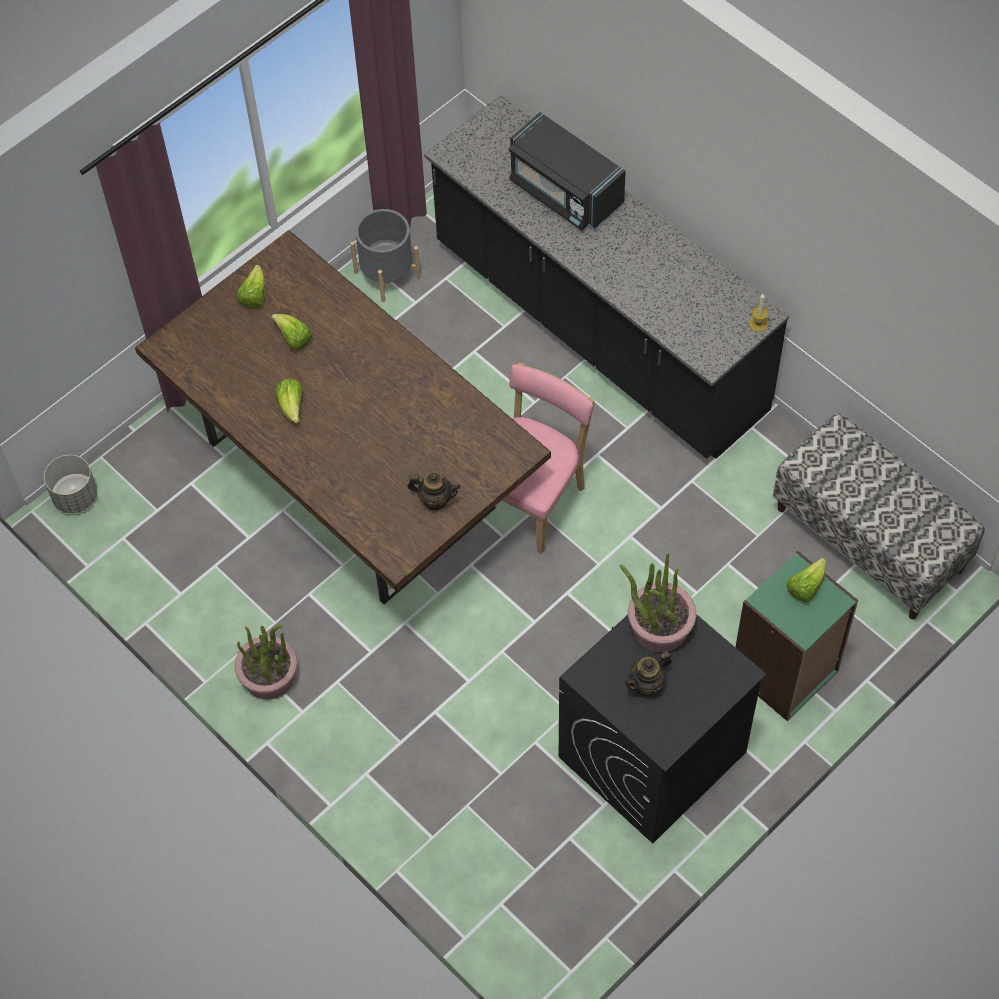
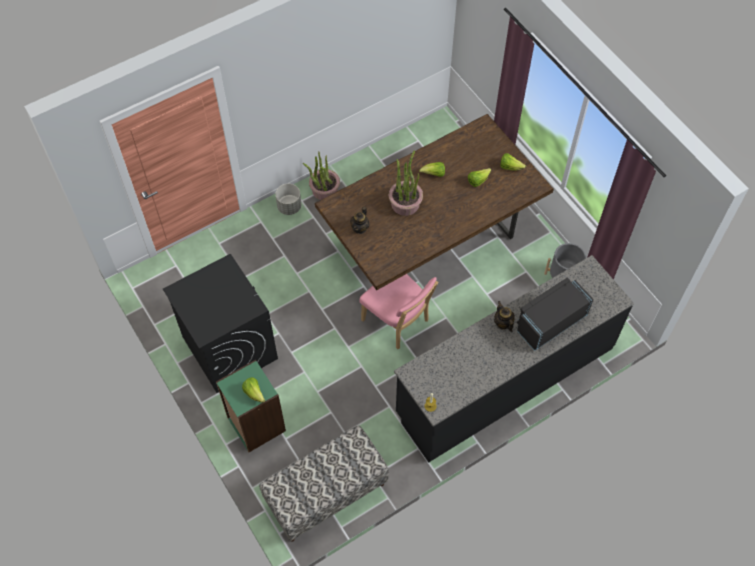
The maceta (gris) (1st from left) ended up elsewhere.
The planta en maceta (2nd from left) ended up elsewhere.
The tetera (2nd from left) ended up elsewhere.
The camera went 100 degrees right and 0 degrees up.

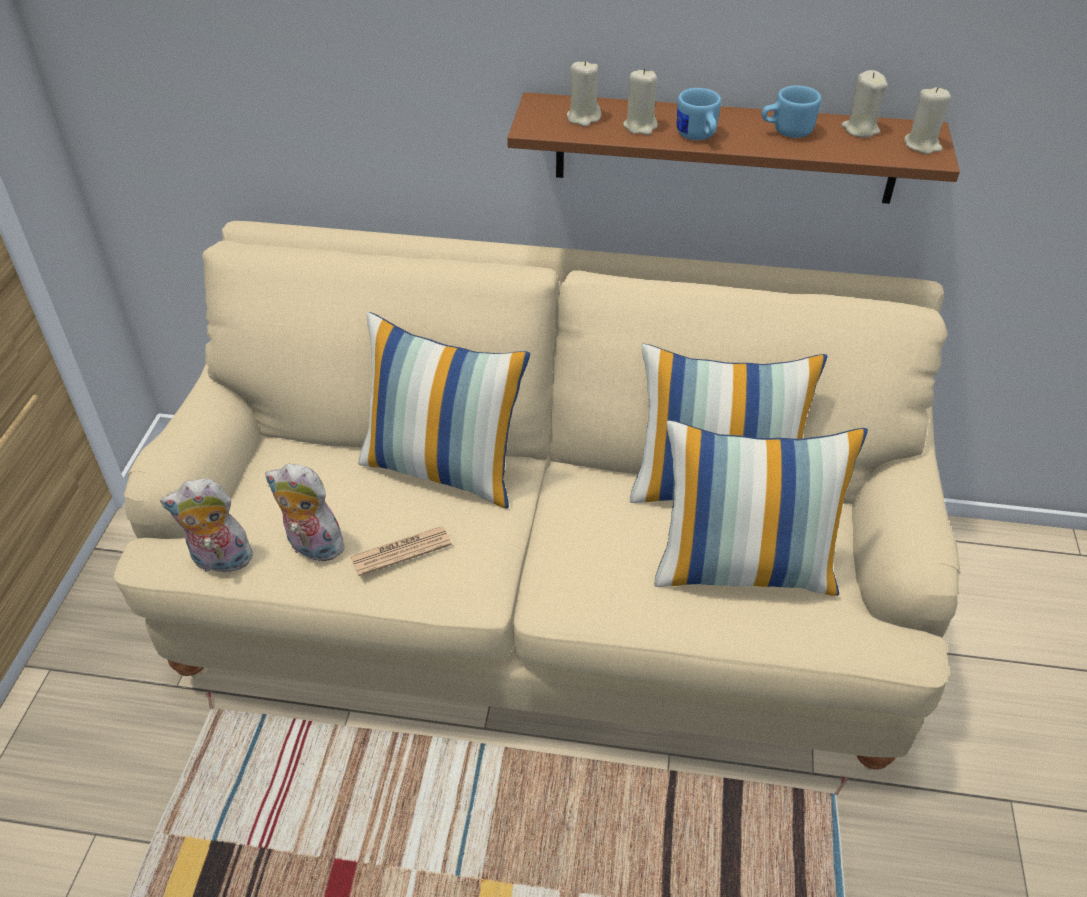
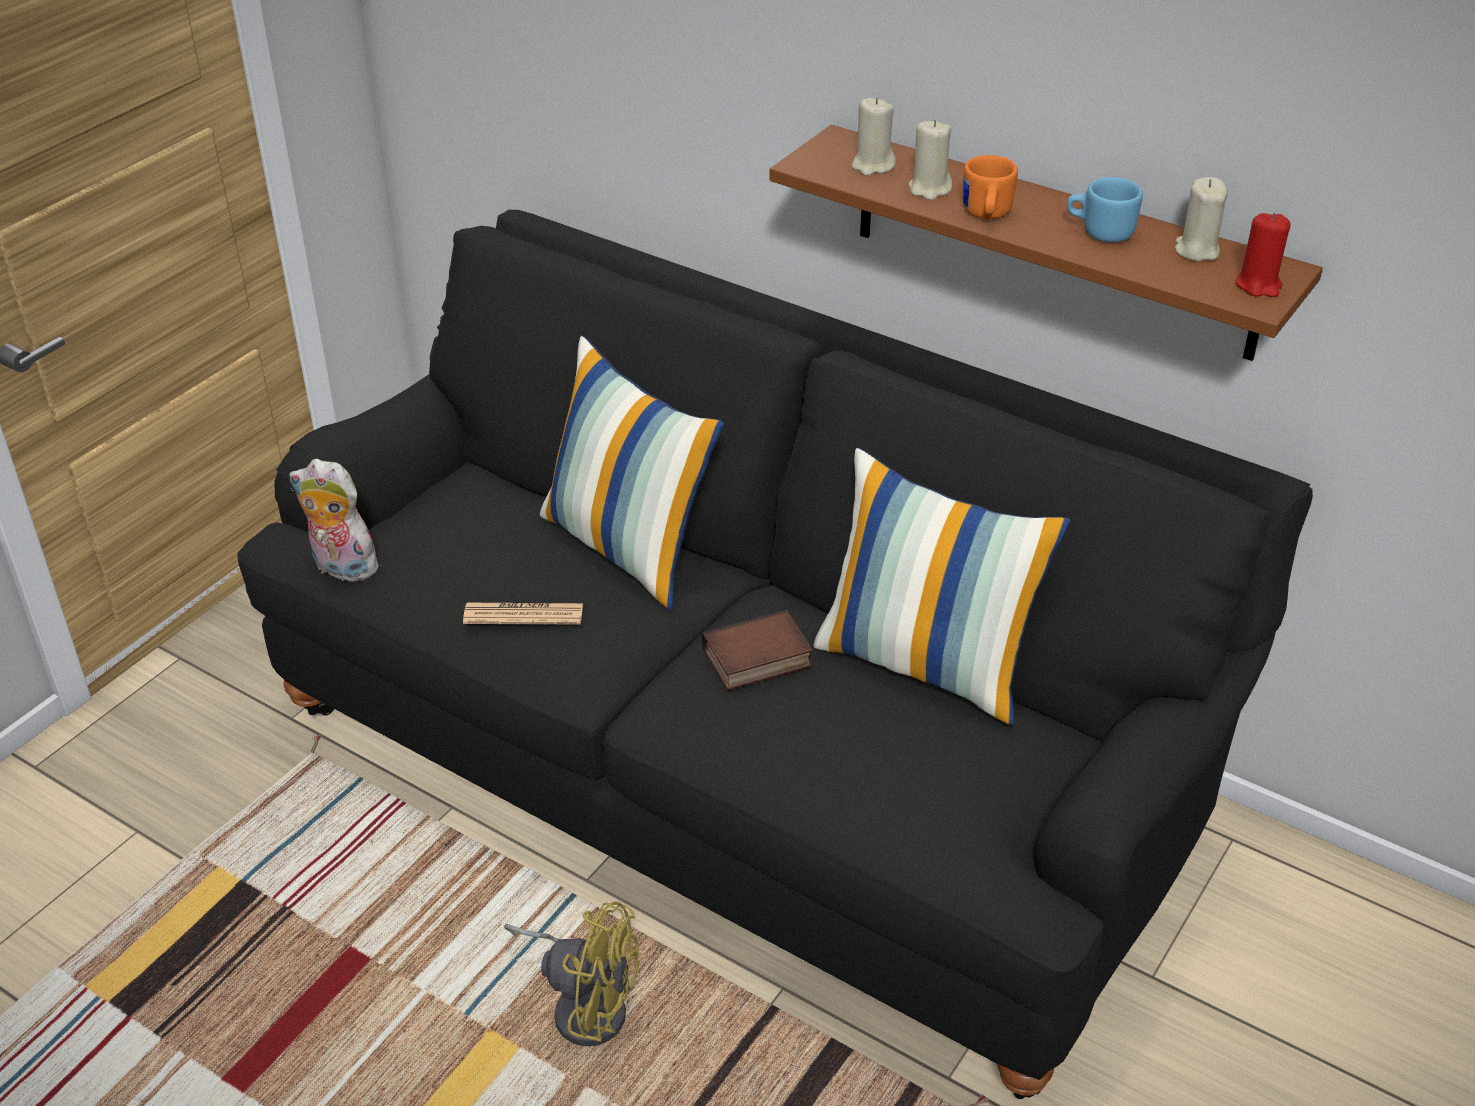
What was the vela (beis) (4th from left) turned into the vela (rojo).
What was the taza grande (azul) (1st from left) turned into the taza grande (naranja).
What was the sofá (beis) turned into the sofá (negro).
The second view lost the cojín (3rd from left).
The second view lost the peluche (2nd from left).
The second view gained the libro.
The second view gained the ventilador (amarillo).
The camera went 25 degrees right and 5 degrees down.

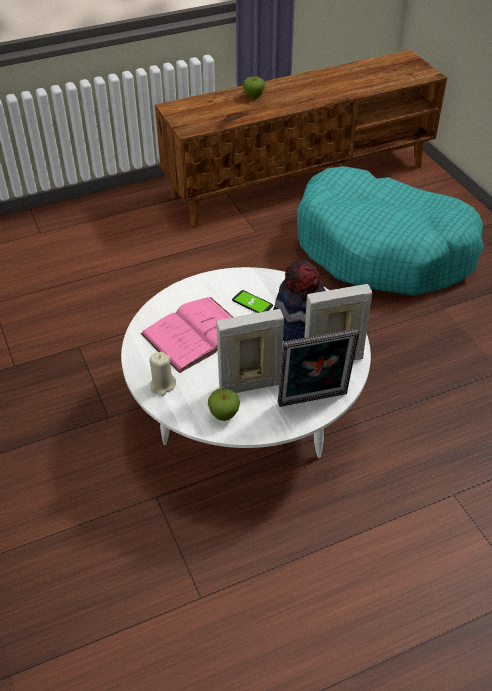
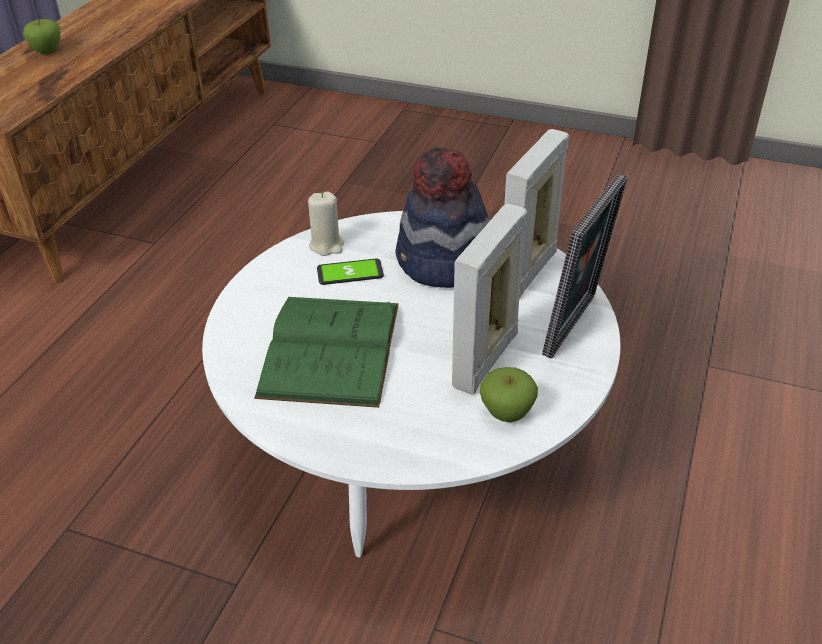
The second view lost the cama para perro (turquesa).
What was the libro (rosa) turned into the libro (verde).
The vela (beis) ended up elsewhere.
The camera went 45 degrees left and 5 degrees down.

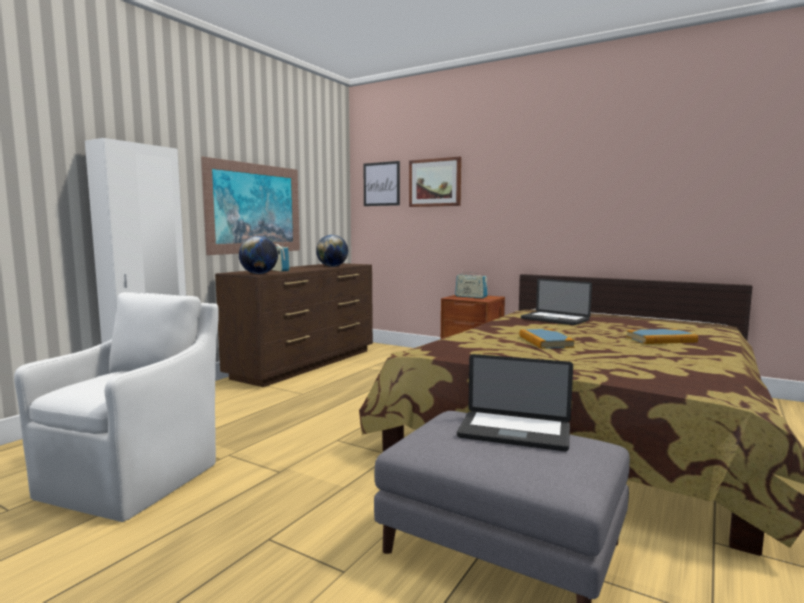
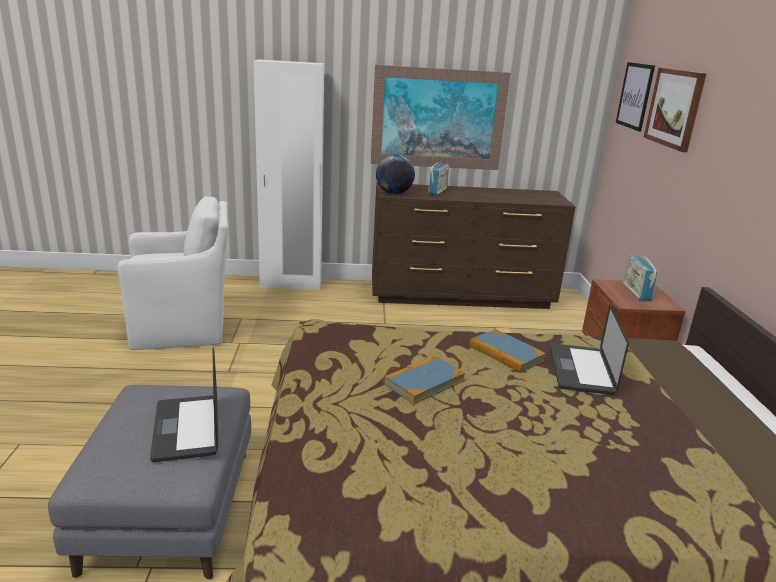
The second view lost the globo terráqueo (2nd from left).
The libro (2nd from left) ended up elsewhere.
The camera went 55 degrees right and 15 degrees up.

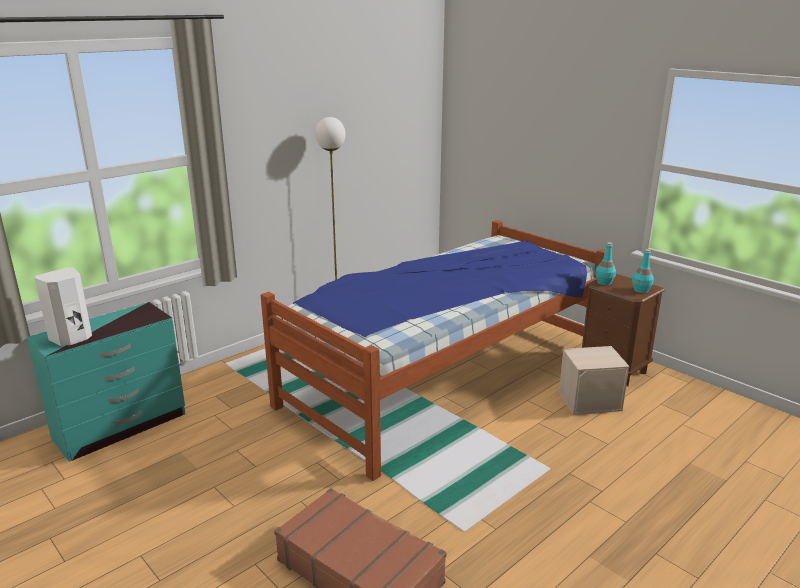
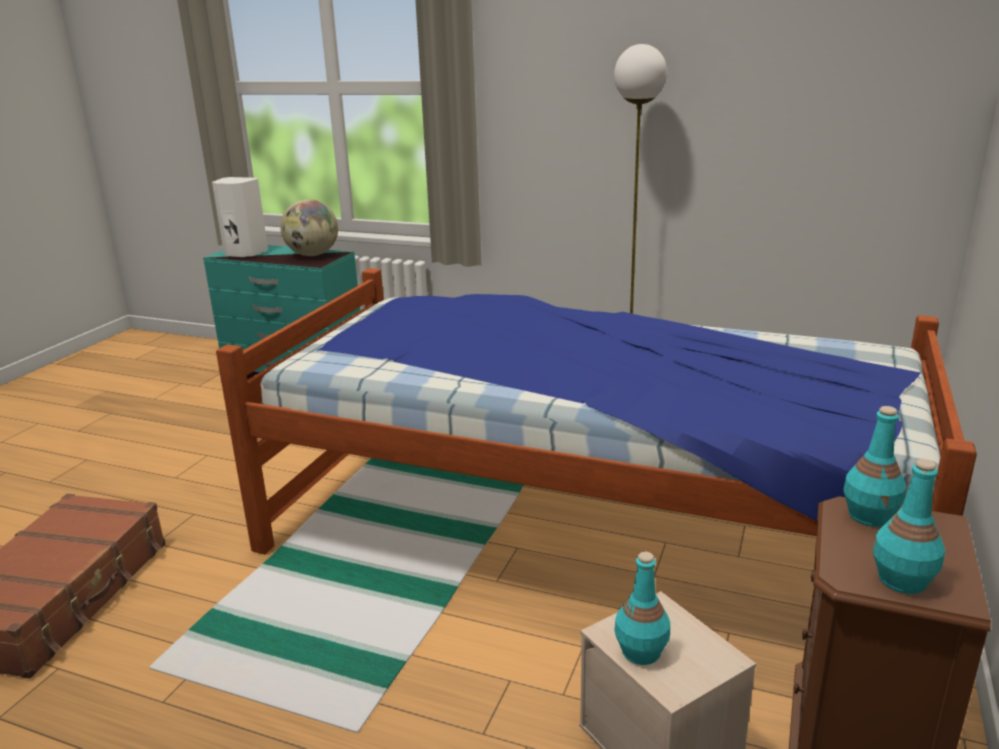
The second view gained the globo terráqueo.
The second view gained the botella (turquesa) (1st from left).
The camera went 65 degrees right and 0 degrees up.

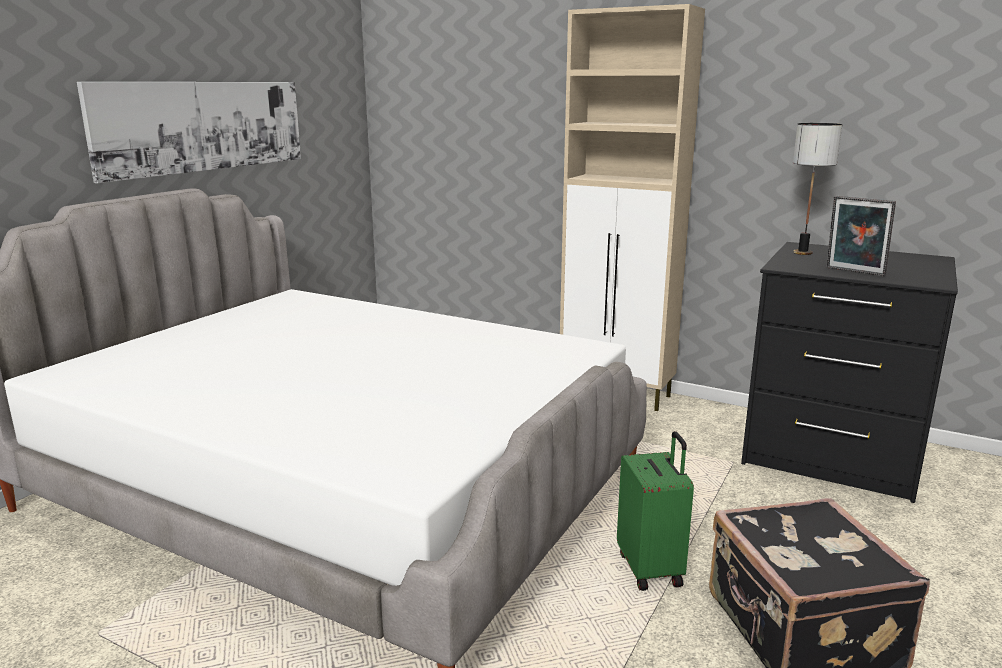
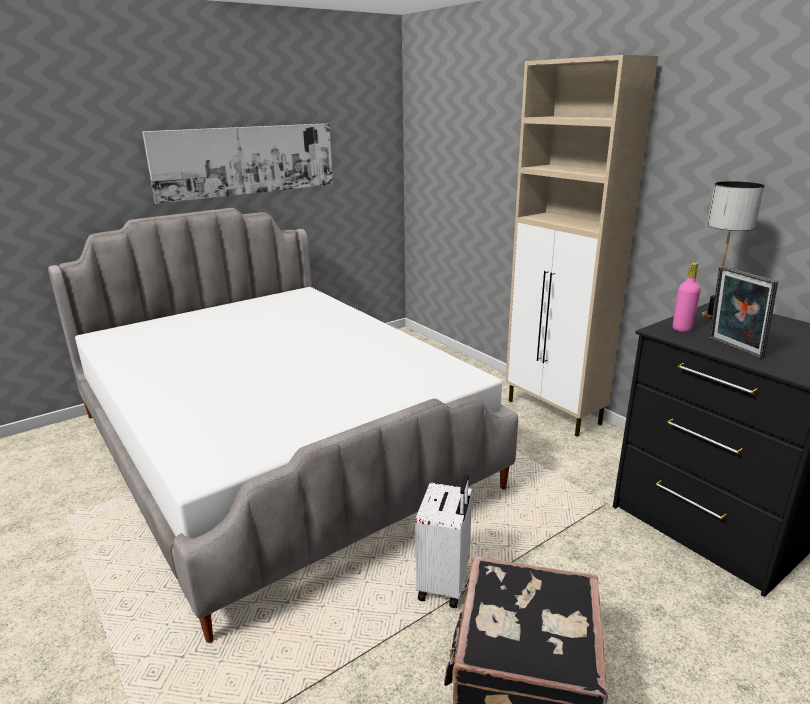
What was the maleta (verde) turned into the maleta (blanco).
The second view gained the botella (rosa).
The camera went 25 degrees right and 5 degrees up.

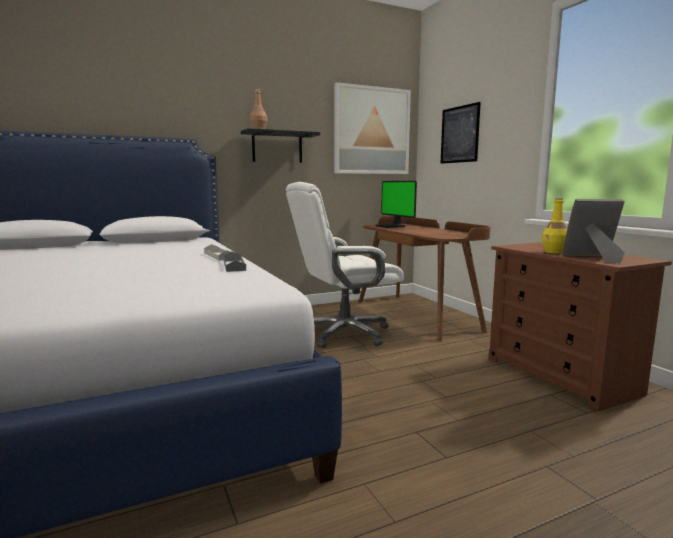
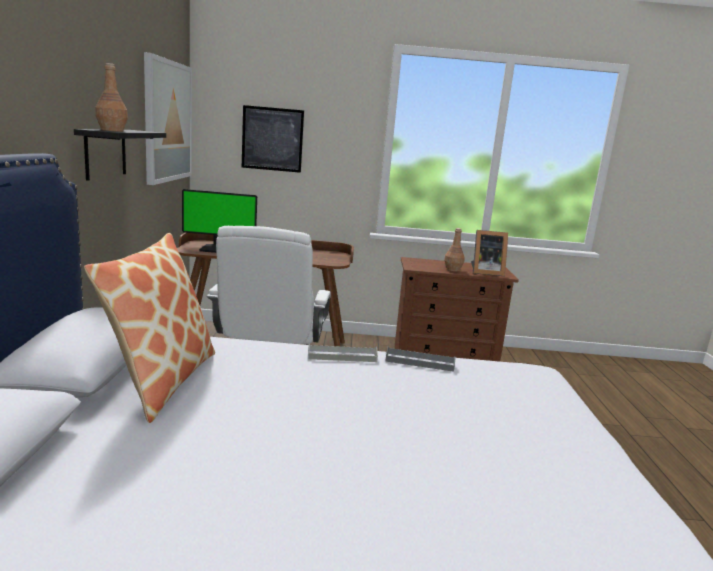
What was the botella (amarillo) turned into the botella (marrón) (2nd from left).
The portarretratos ended up facing another way, 120 degrees counterclockwise from before.
The second view gained the cojín.
The camera went 65 degrees left and 5 degrees up.

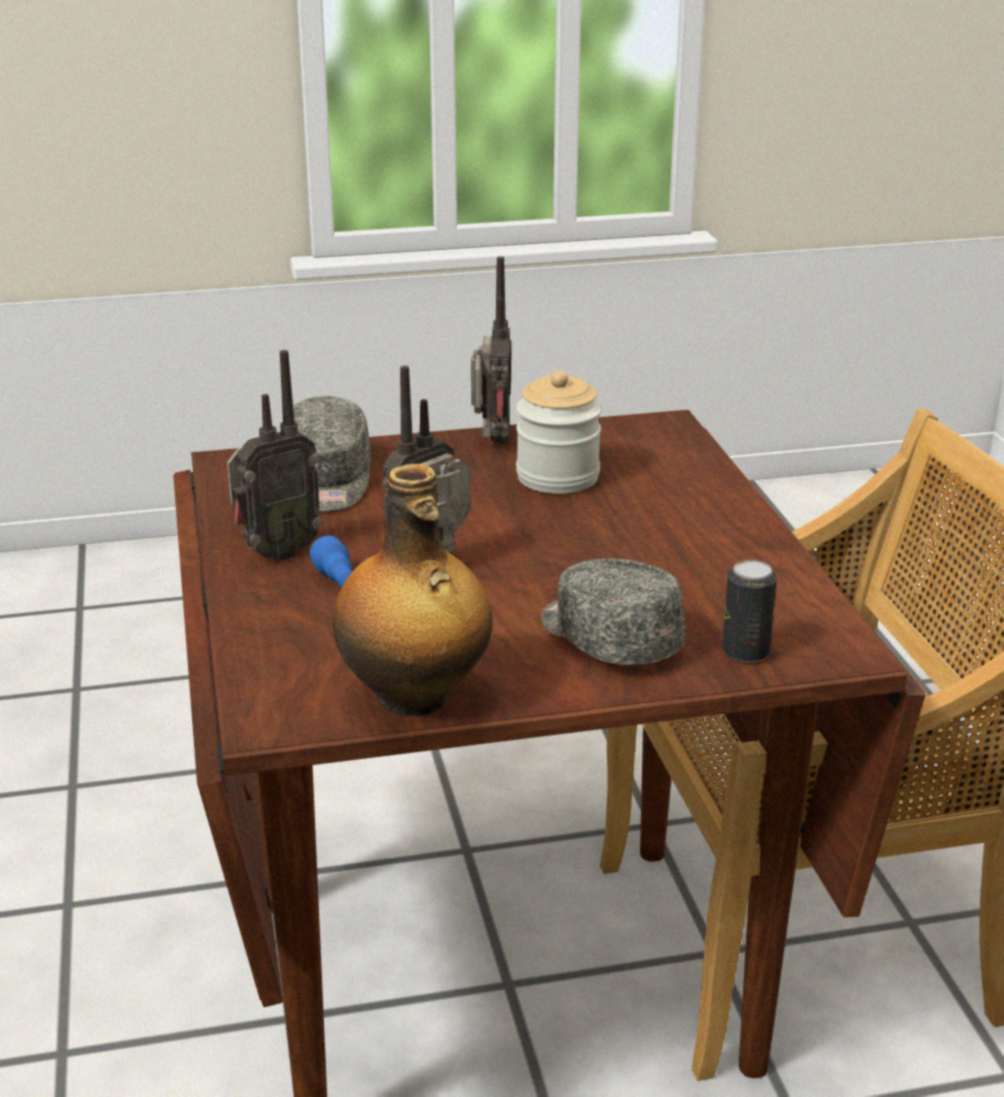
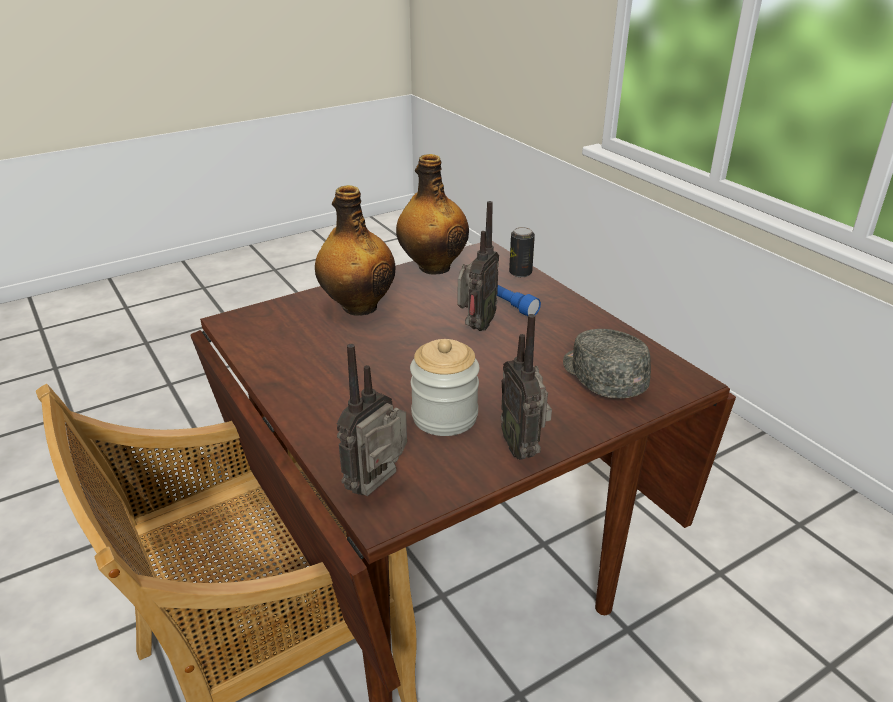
The radio (1st from left) ended up elsewhere.
Where the gorra (gris) (2nd from left) stood, the botella (1st from left) came to stand.
The lata ended up elsewhere.
The camera went 160 degrees right and 5 degrees up.

